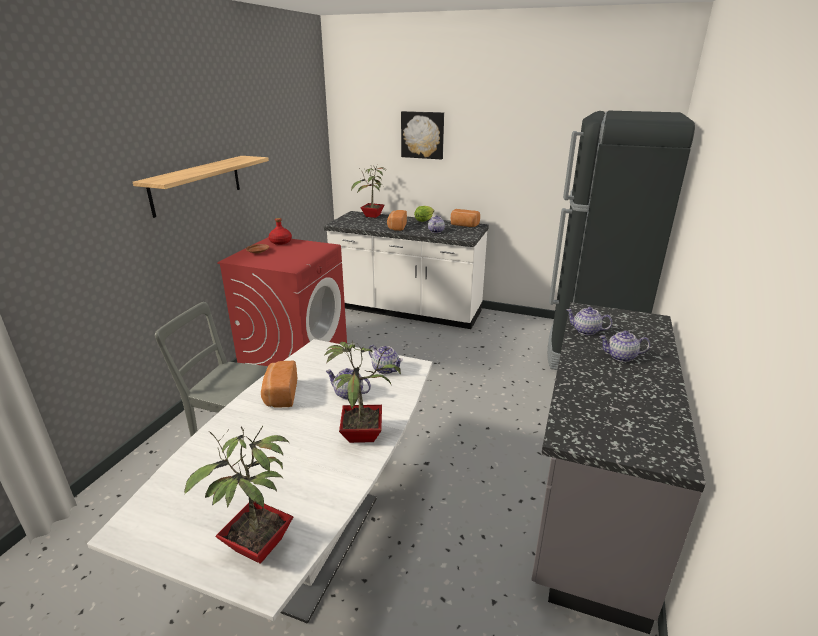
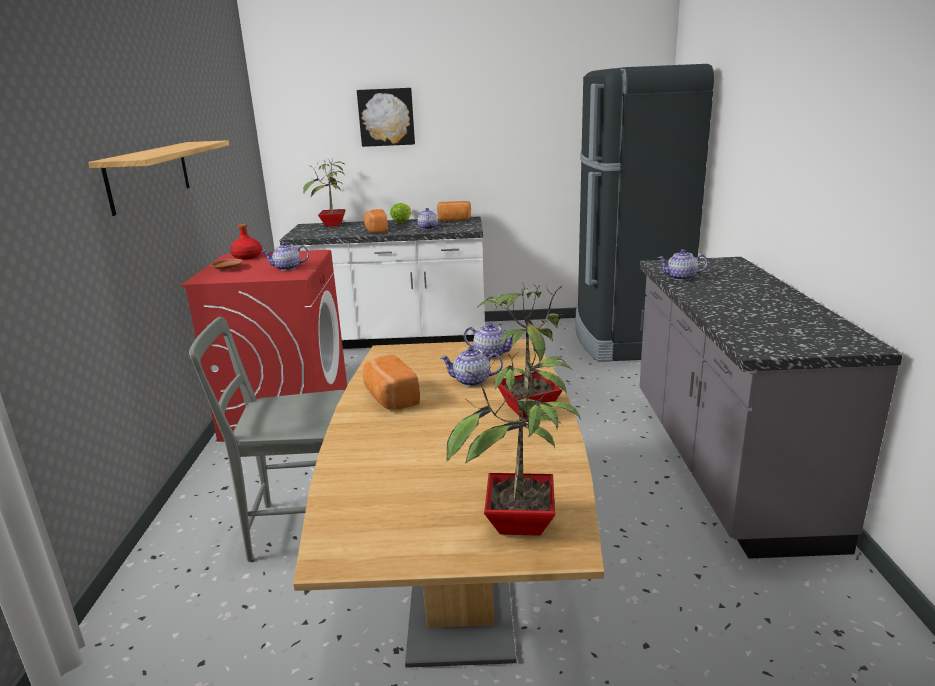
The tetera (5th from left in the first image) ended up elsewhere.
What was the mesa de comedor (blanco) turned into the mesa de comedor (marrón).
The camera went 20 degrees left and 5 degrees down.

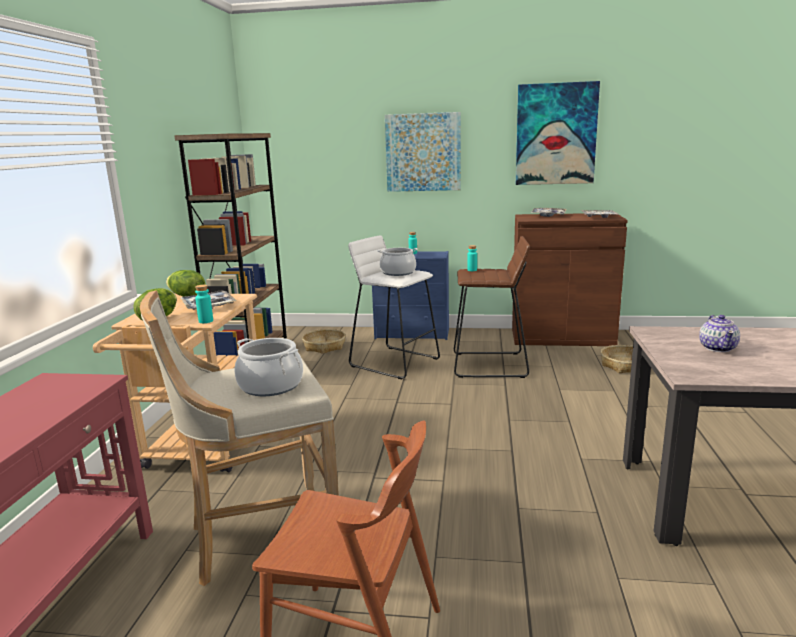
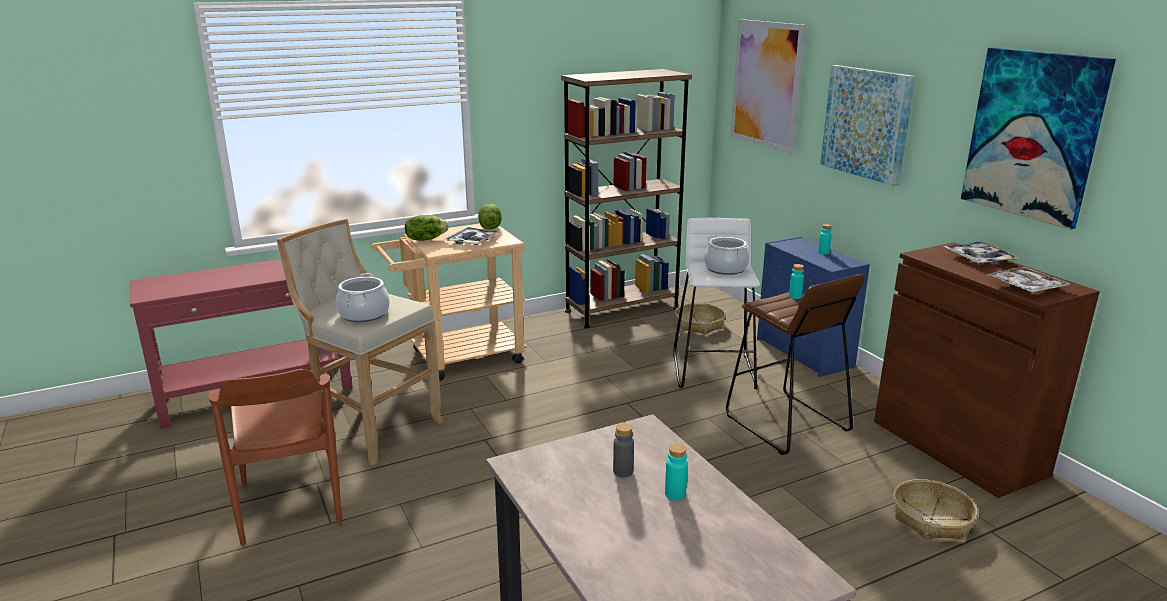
The botella (turquesa) (1st from left) ended up elsewhere.
Where the tetera stood, the botella (gris) came to stand.
The second view gained the cuadro (1st from left).
The camera went 55 degrees right and 5 degrees up.

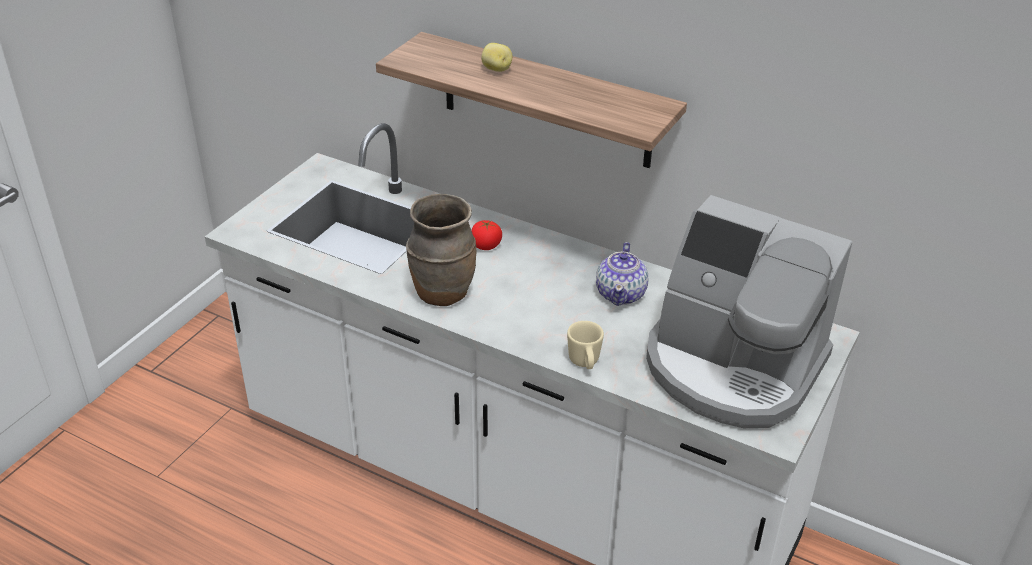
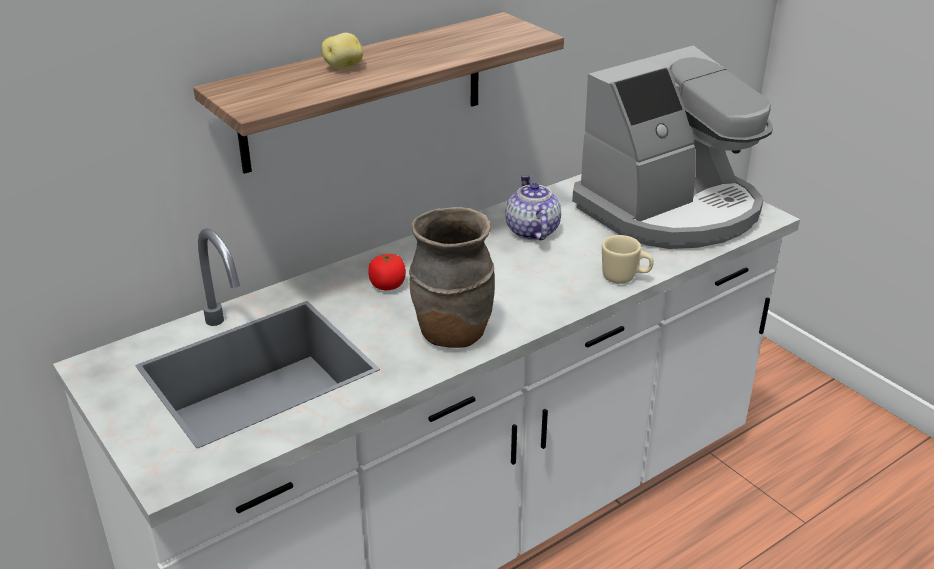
The tetera ended up facing another way, 135 degrees counterclockwise from before.
The camera went 65 degrees left and 5 degrees down.

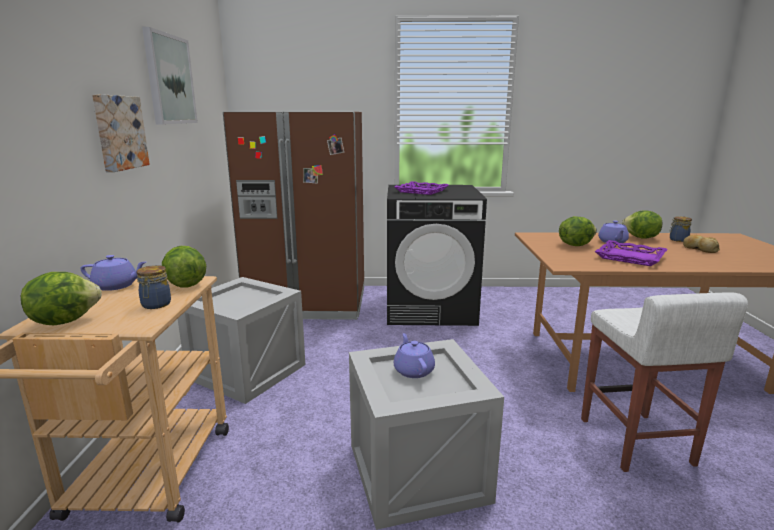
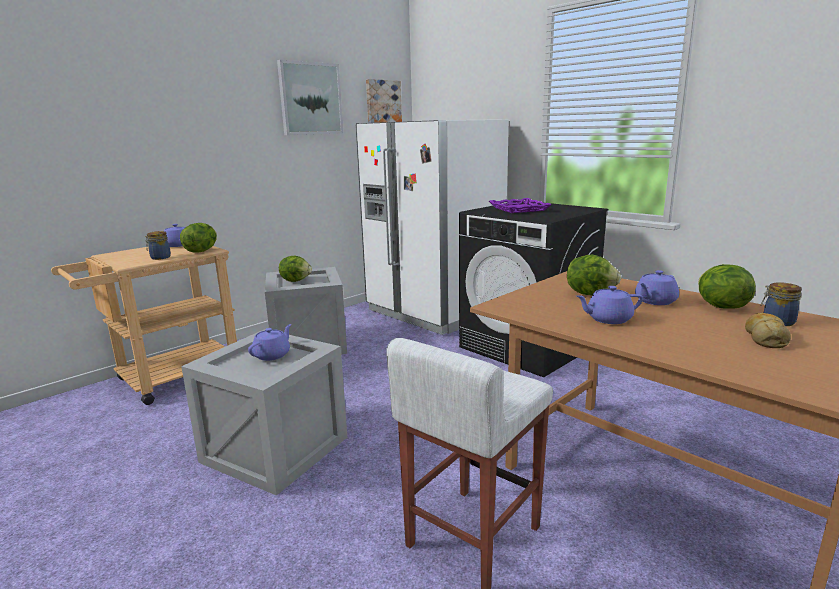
The cuadro (1st from left in the first image) ended up elsewhere.
What was the nevera (marrón) turned into the nevera (blanco).
Where the bandeja (morado) (2nd from left) stood, the tetera (morado) (3rd from left) came to stand.
The lechuga (1st from left in the first image) ended up elsewhere.
The camera went 45 degrees right and 0 degrees up.

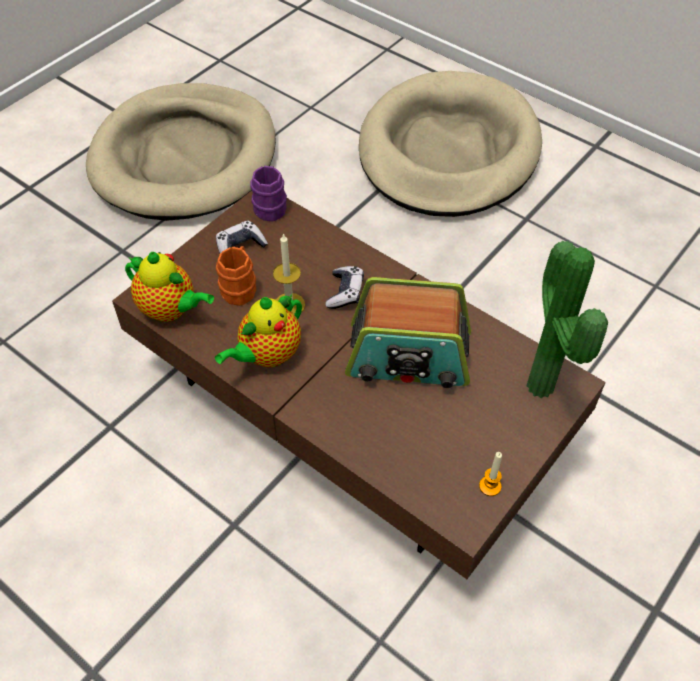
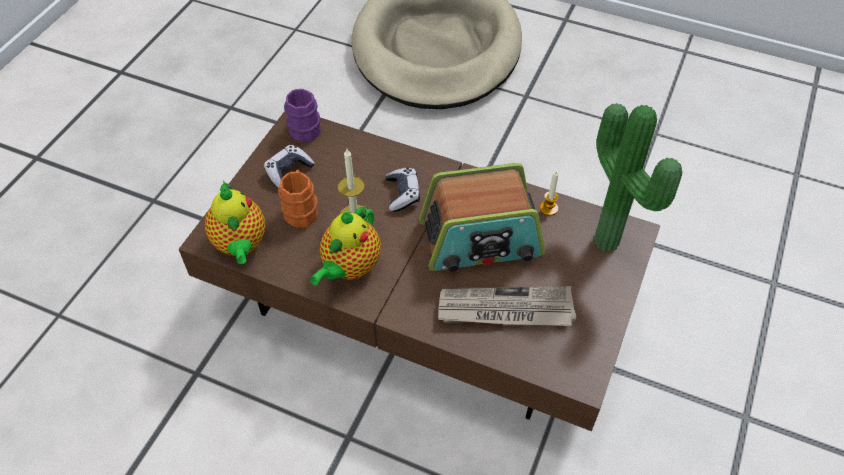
The second view lost the cama para perro (beis) (1st from left).
The tetera (1st from left) ended up facing another way, 60 degrees clockwise from before.
The vela (2nd from left) ended up elsewhere.
The second view gained the periódico.
The camera went 15 degrees left and 0 degrees up.

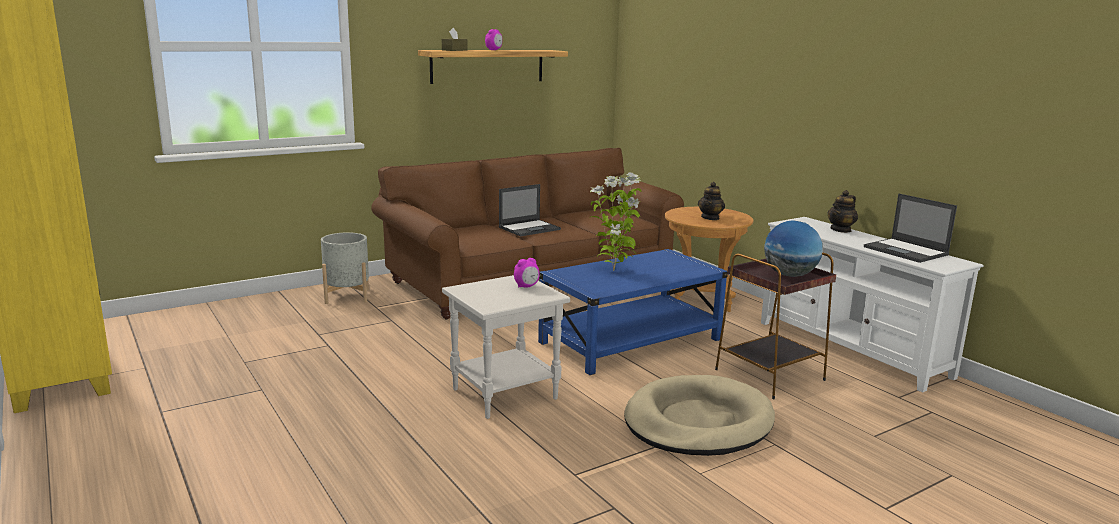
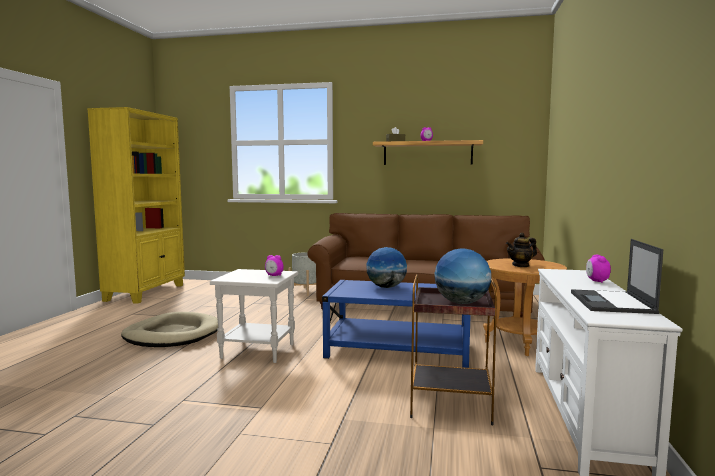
Where the planta en maceta stood, the globo terráqueo (1st from left) came to stand.
The second view lost the portátil (1st from left).
Where the tetera (2nd from left) stood, the despertador (3rd from left) came to stand.
The cama para perro (beis) ended up elsewhere.
The camera went 45 degrees right and 10 degrees down.

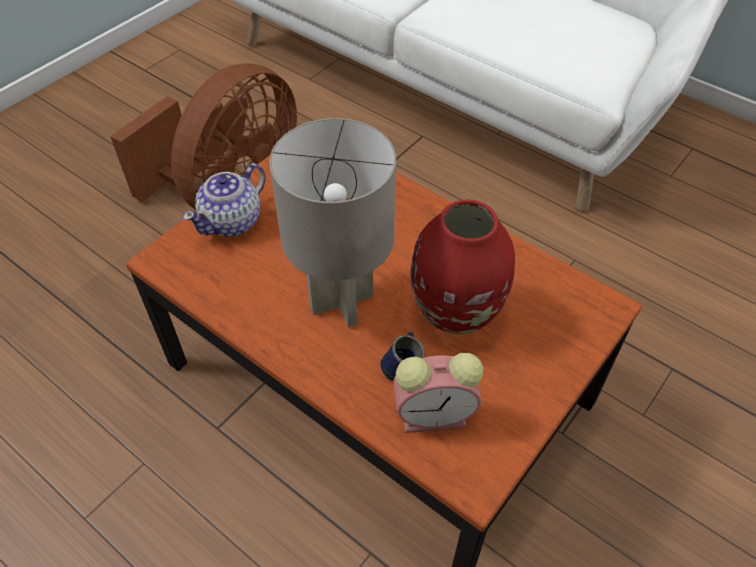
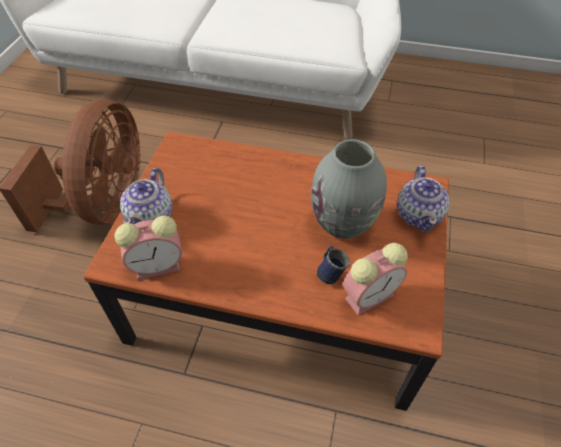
The second view lost the lámpara de mesa (gris).
What was the florero (rojo) turned into the florero (gris).
The second view gained the tetera (2nd from left).
The second view gained the despertador (1st from left).
The camera went 25 degrees left and 0 degrees up.

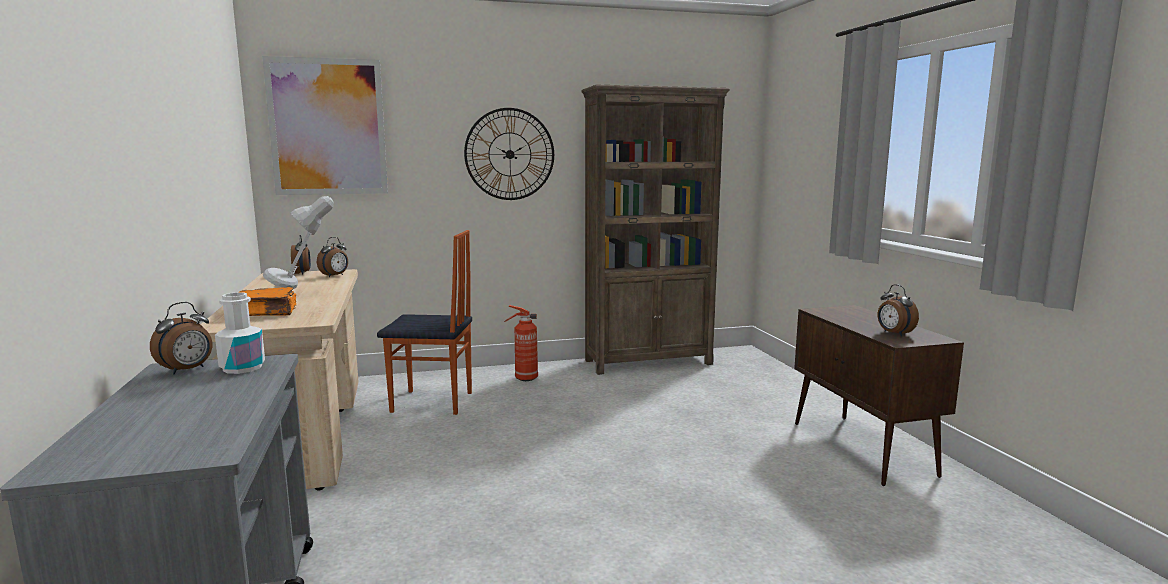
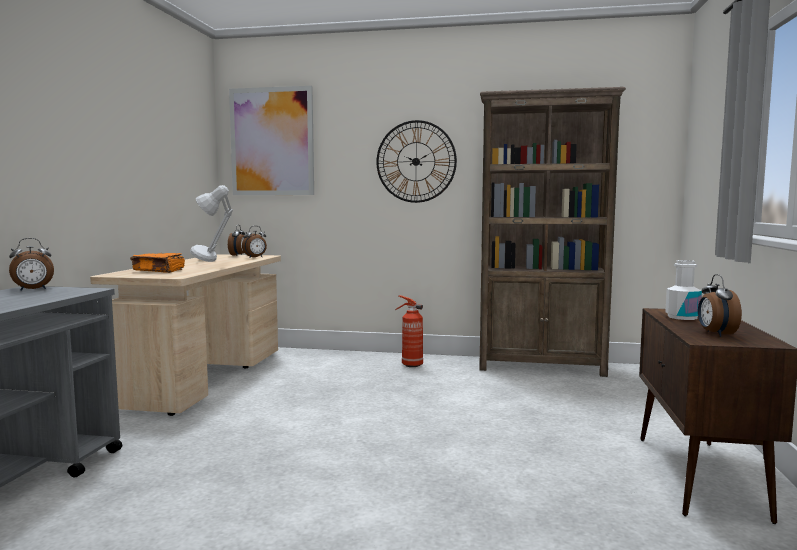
The second view lost the silla.
The botella (blanco) ended up elsewhere.
The camera went 25 degrees right and 5 degrees down.

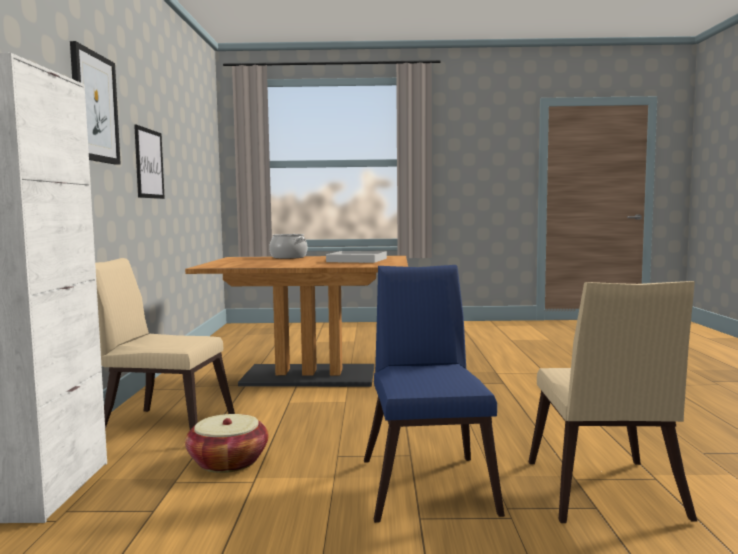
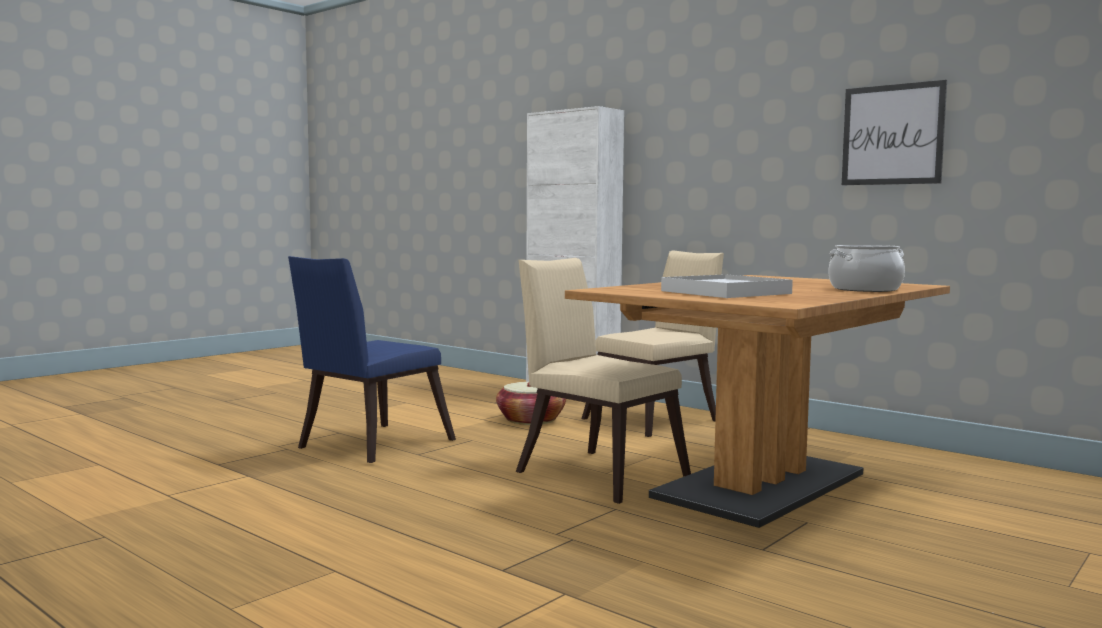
The second view lost the cuadro (1st from left).
The silla (azul) ended up facing another way, 90 degrees clockwise from before.
The silla (beis) (2nd from left in the first image) ended up elsewhere.
The camera went 130 degrees right and 0 degrees up.

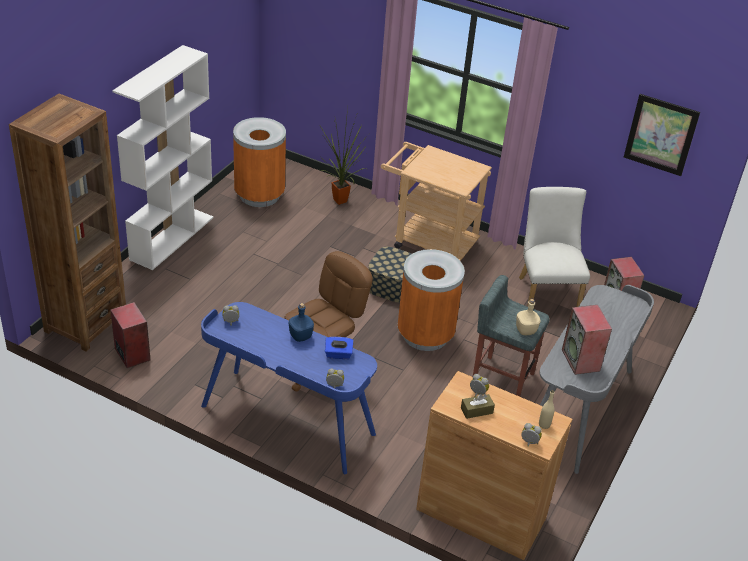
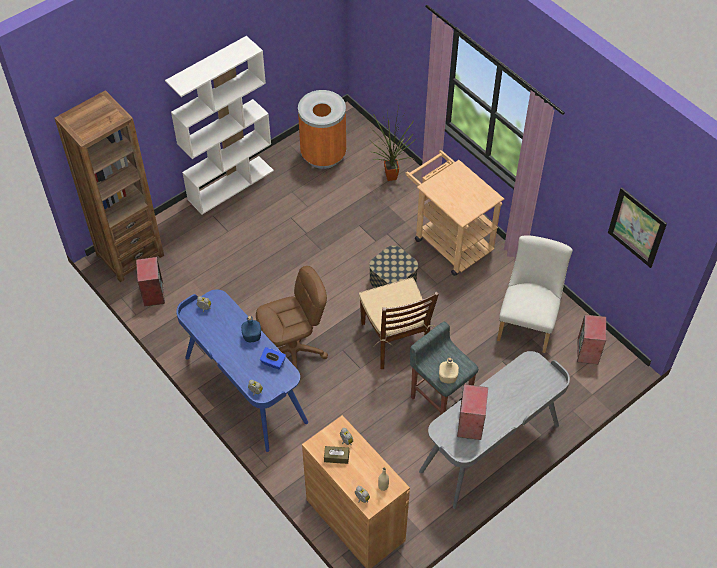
Where the papelera (naranja) (2nd from left) stood, the silla (marrón) came to stand.
The camera went 25 degrees right and 15 degrees up.

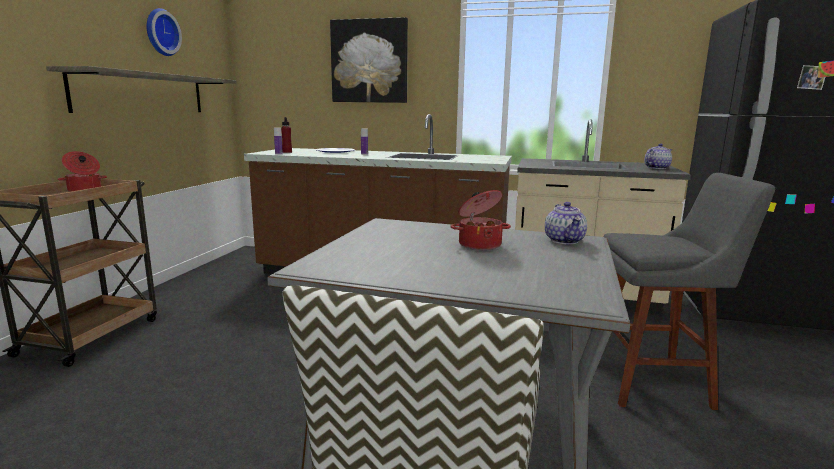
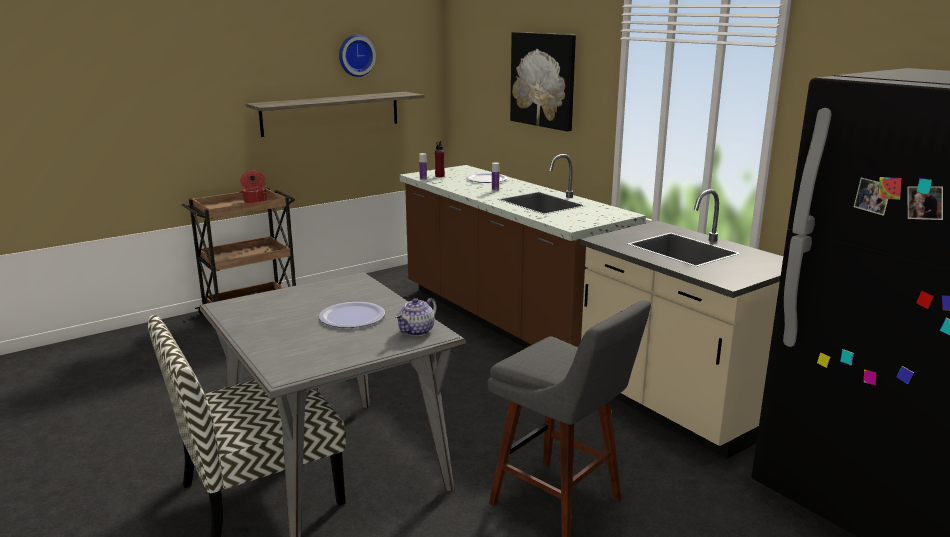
The second view lost the tetera (2nd from left).
Where the olla (2nd from left) stood, the plato (1st from left) came to stand.
The camera went 40 degrees right and 5 degrees up.

